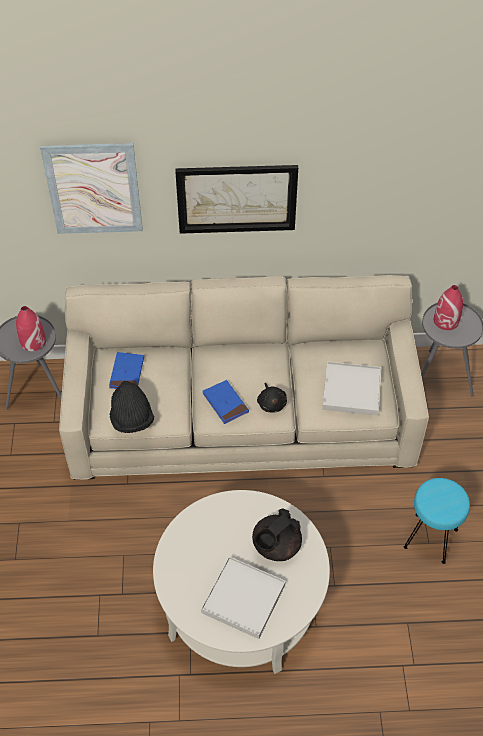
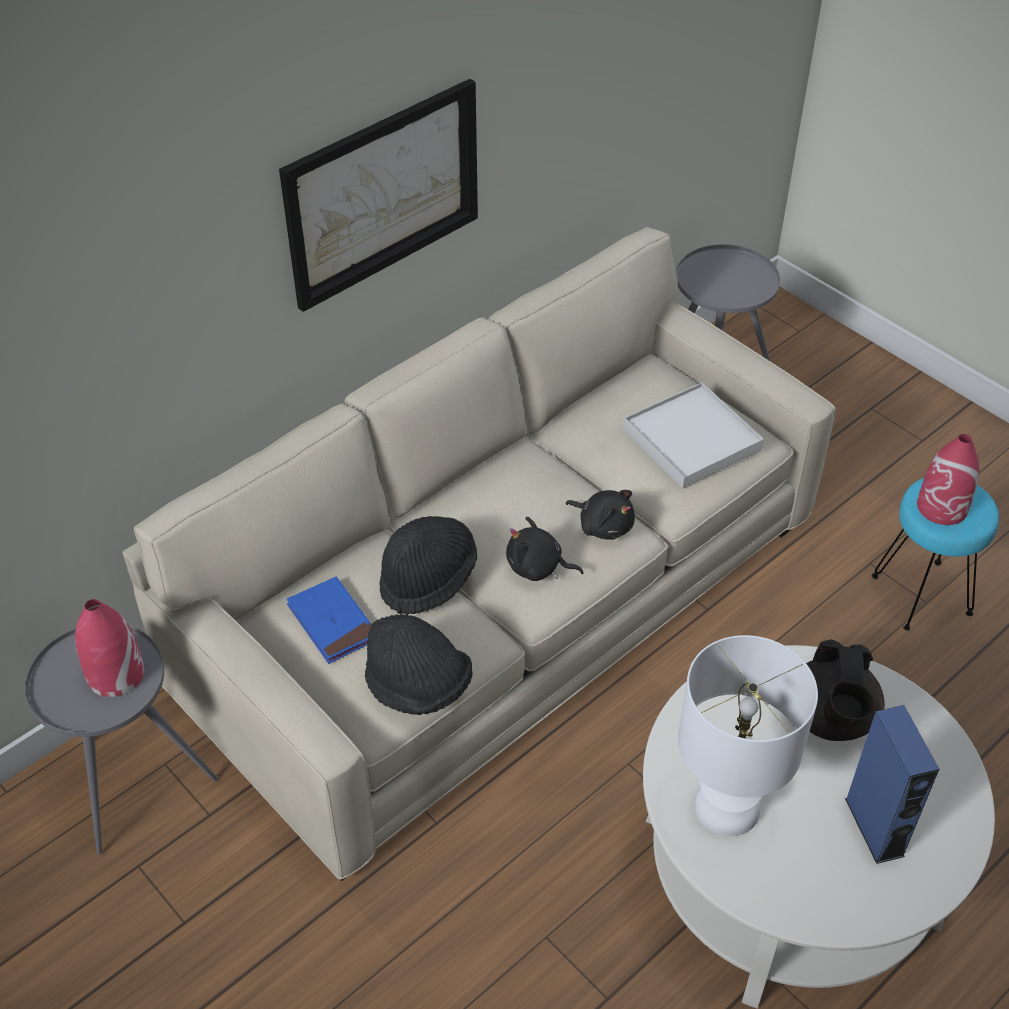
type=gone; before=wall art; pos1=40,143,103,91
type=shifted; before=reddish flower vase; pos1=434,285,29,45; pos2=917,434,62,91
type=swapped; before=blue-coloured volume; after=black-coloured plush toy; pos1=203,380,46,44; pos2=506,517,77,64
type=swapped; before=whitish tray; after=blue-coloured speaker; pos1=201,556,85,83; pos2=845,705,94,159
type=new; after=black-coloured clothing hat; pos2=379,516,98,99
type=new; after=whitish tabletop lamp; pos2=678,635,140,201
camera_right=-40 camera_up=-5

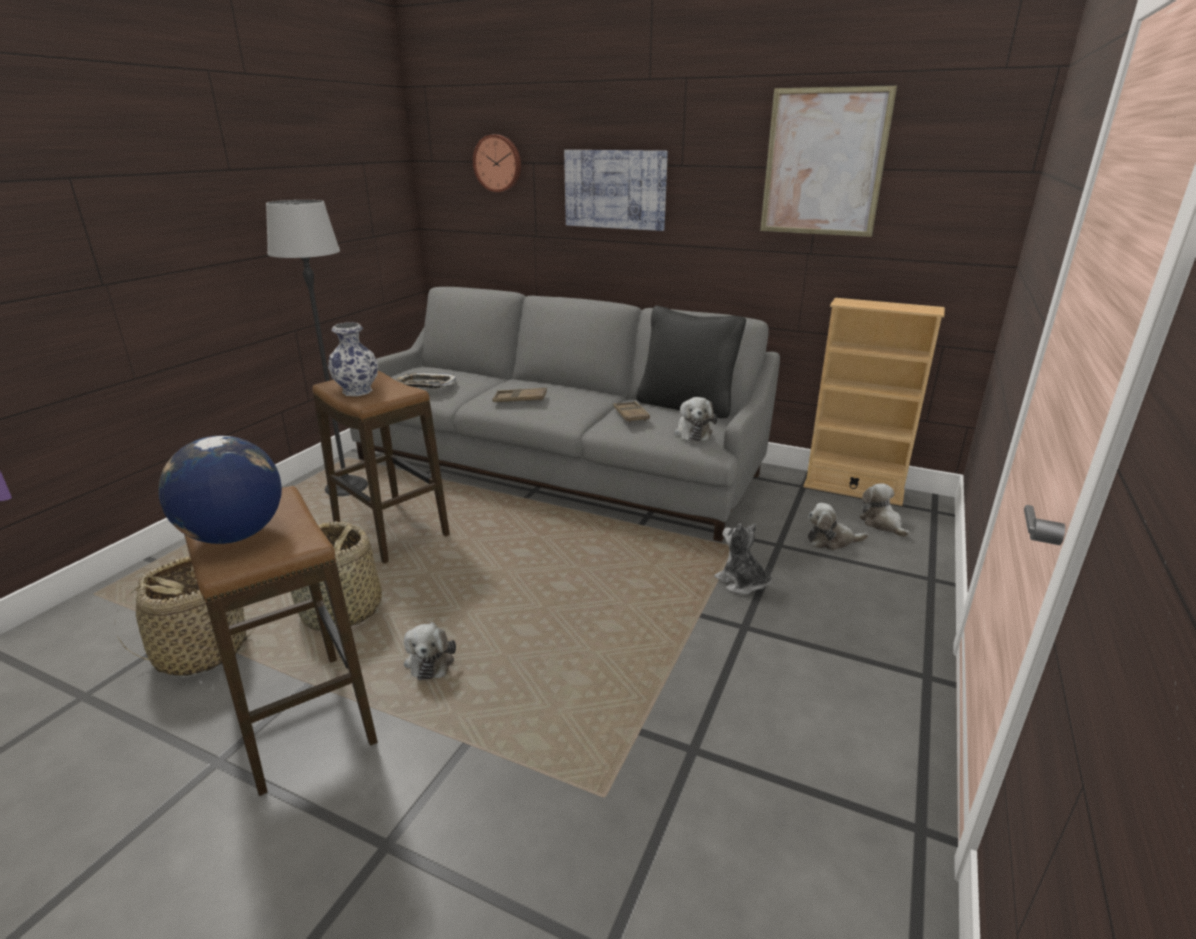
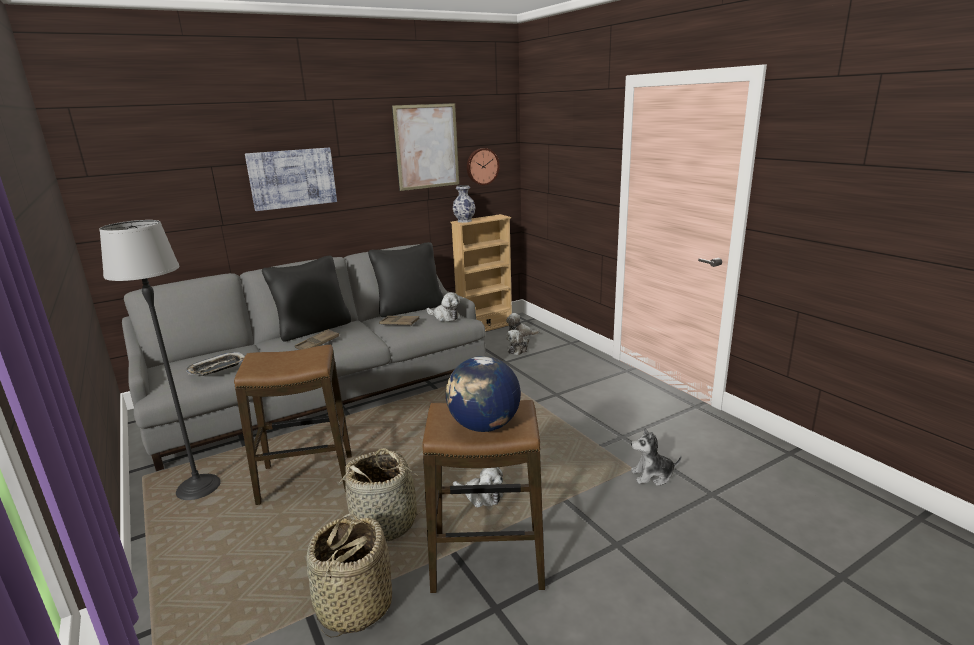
type=shifted; before=clock on the wall; pos1=473,134,48,58; pos2=467,148,32,37
type=shifted; before=flower vase; pos1=328,322,50,74; pos2=453,185,22,38
type=shifted; before=plush toy; pos1=714,523,58,72; pos2=631,428,50,58
type=new; after=black-coloured throw pillow; pos2=262,256,89,85
camera_right=-55 camera_up=-5

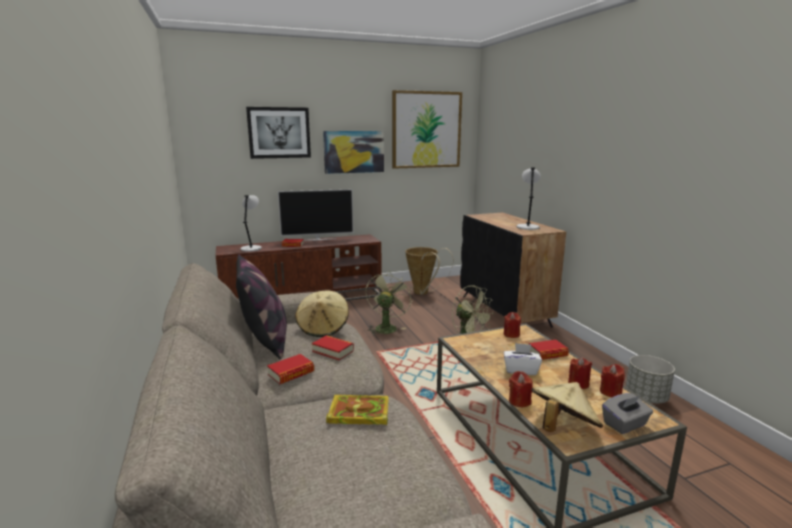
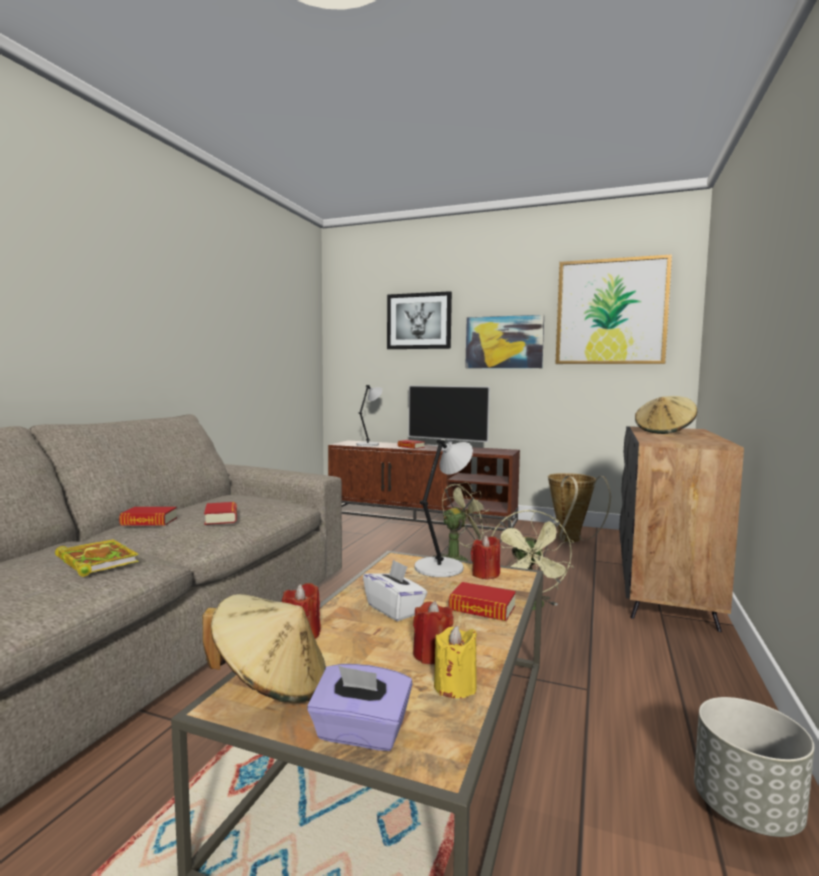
type=shifted; before=grey tabletop lamp; pos1=517,168,24,62; pos2=414,440,59,137
type=gone; before=throw pillow; pos1=236,254,51,105
type=shifted; before=sand-coloured clothing hat; pos1=295,290,54,47; pos2=635,396,62,38
type=repainted; before=reddish wax candle; after=yellow wax candle; pos1=600,364,25,33; pos2=434,625,43,73
type=repainted; before=grey tissue box; after=purple tissue box; pos1=602,393,51,41; pos2=307,664,106,87
camera_right=40 camera_up=-10

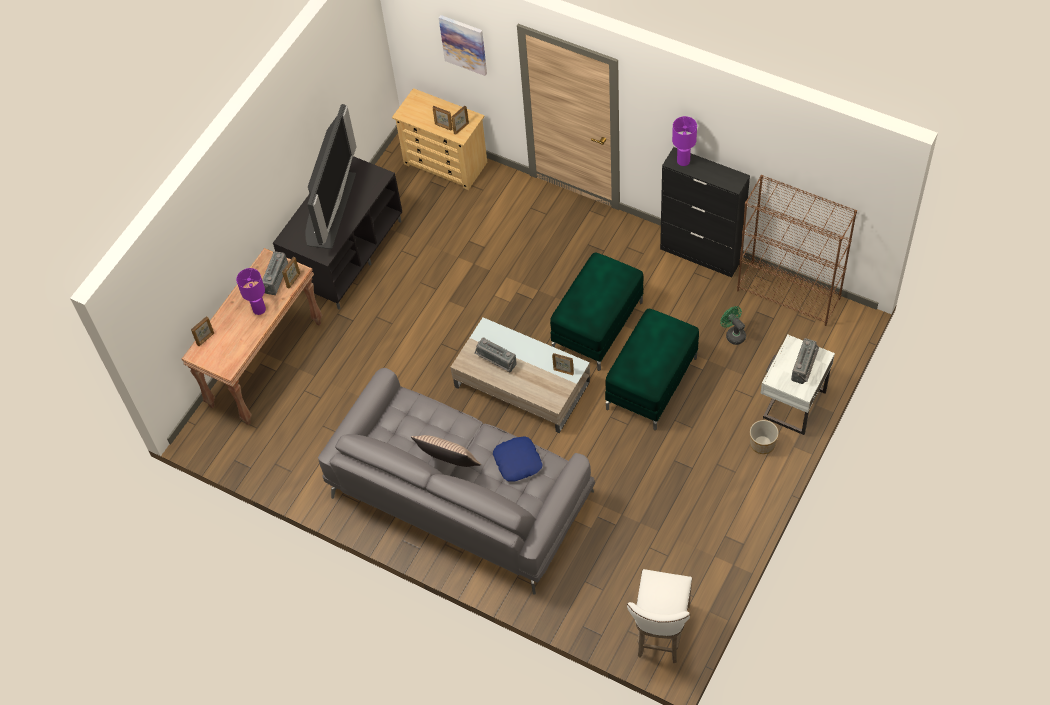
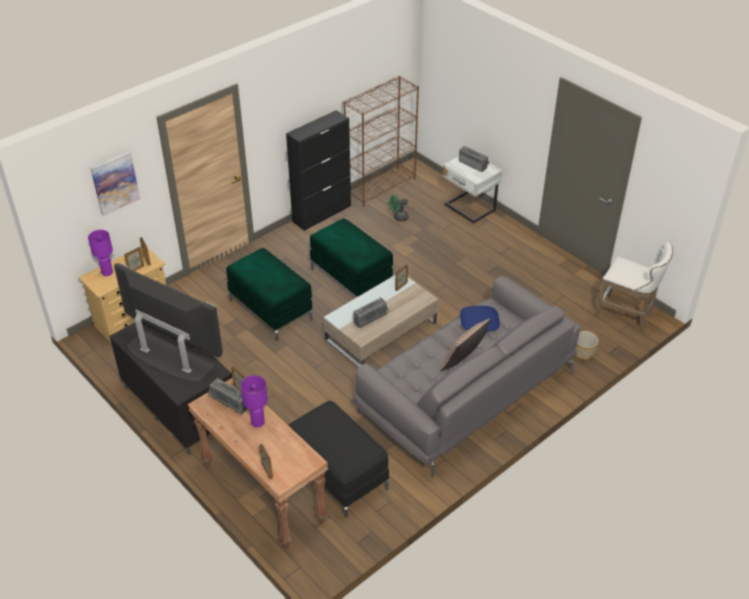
type=shifted; before=purple tabletop lamp; pos1=672,116,25,50; pos2=88,230,25,46
type=shifted; before=greenish pouffe; pos1=605,309,94,121; pos2=226,248,87,93
type=shifted; before=flower pot; pos1=750,420,29,34; pos2=576,331,23,29
type=new; after=black-coloured pouffe; pos2=288,401,101,116
camera_right=-75 camera_up=-15

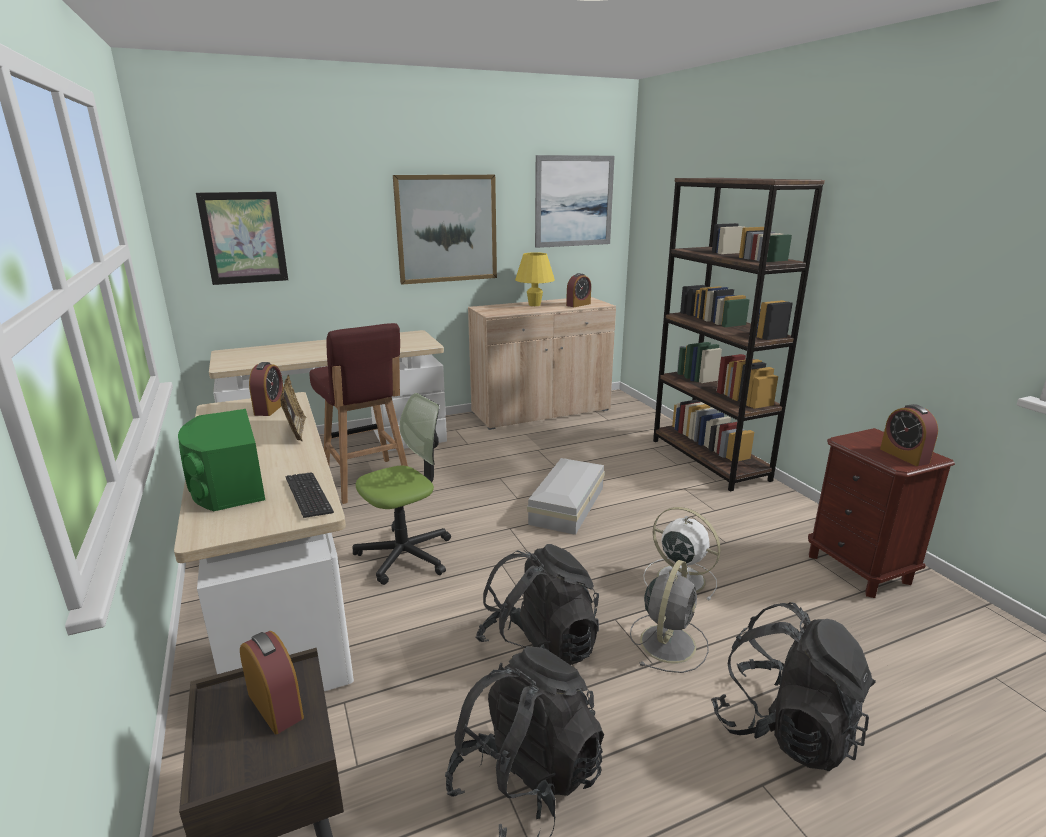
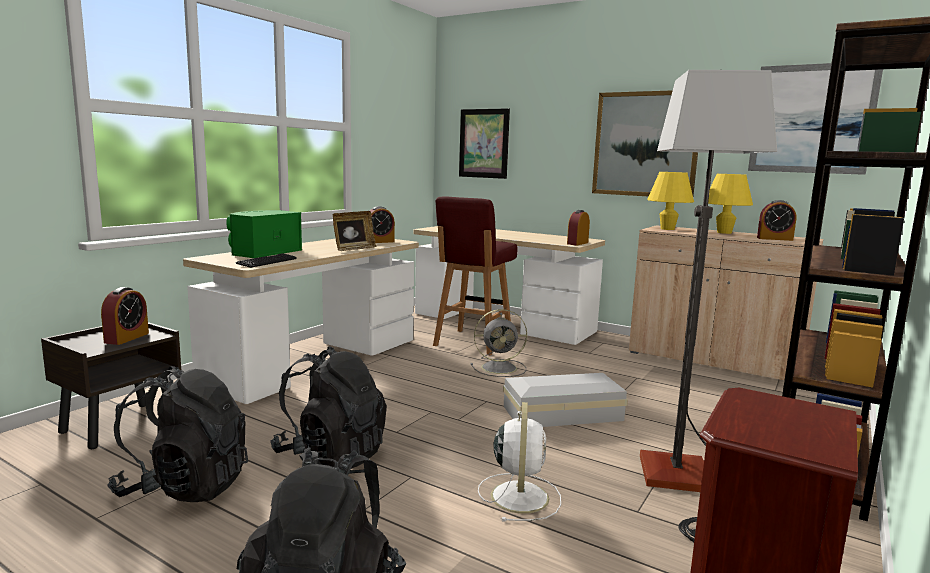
type=gone; before=computer chair; pos1=353,393,98,192
type=shifted; before=bedside clock; pos1=880,404,58,62; pos2=567,210,23,35
type=shifted; before=grey fan; pos1=630,560,79,113; pos2=471,309,56,68
type=new; after=standing lamp; pos2=640,70,137,472
type=new; after=yellow tabletop lamp; pos2=647,172,47,58
camera_right=55 camera_up=-10

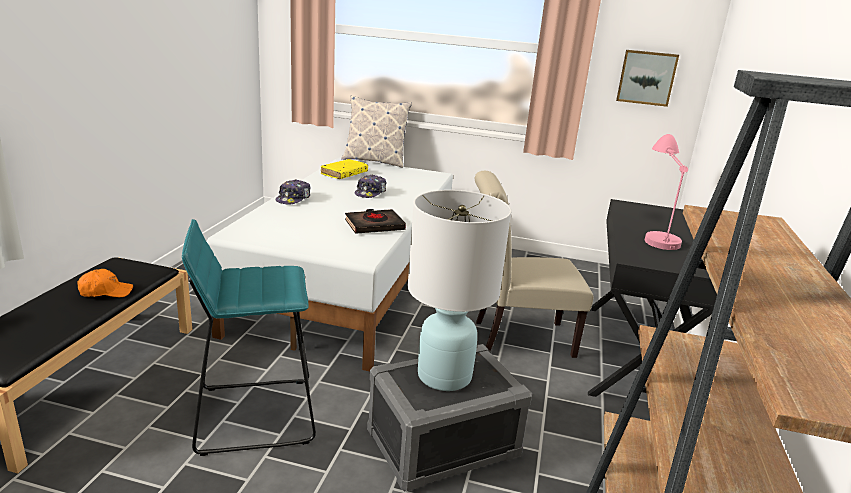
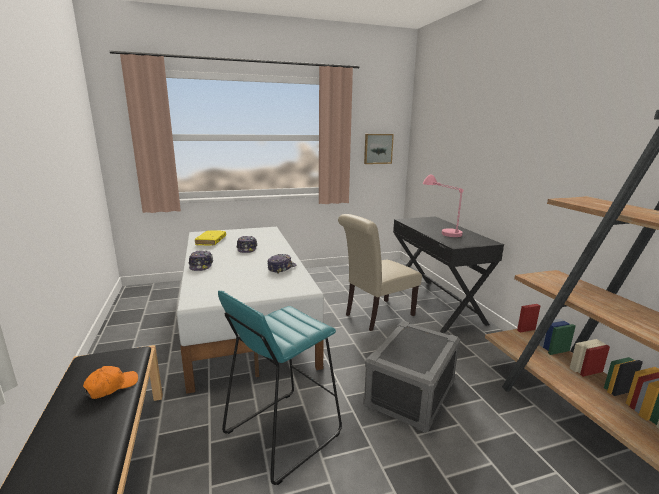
type=gone; before=throw pillow; pos1=341,96,71,72
type=gone; before=whitish tabletop lamp; pos1=408,190,104,201
type=swapped; before=black-coloured volume; after=peaked cap; pos1=345,209,61,25; pos2=268,254,28,19
camera_right=-30 camera_up=-5

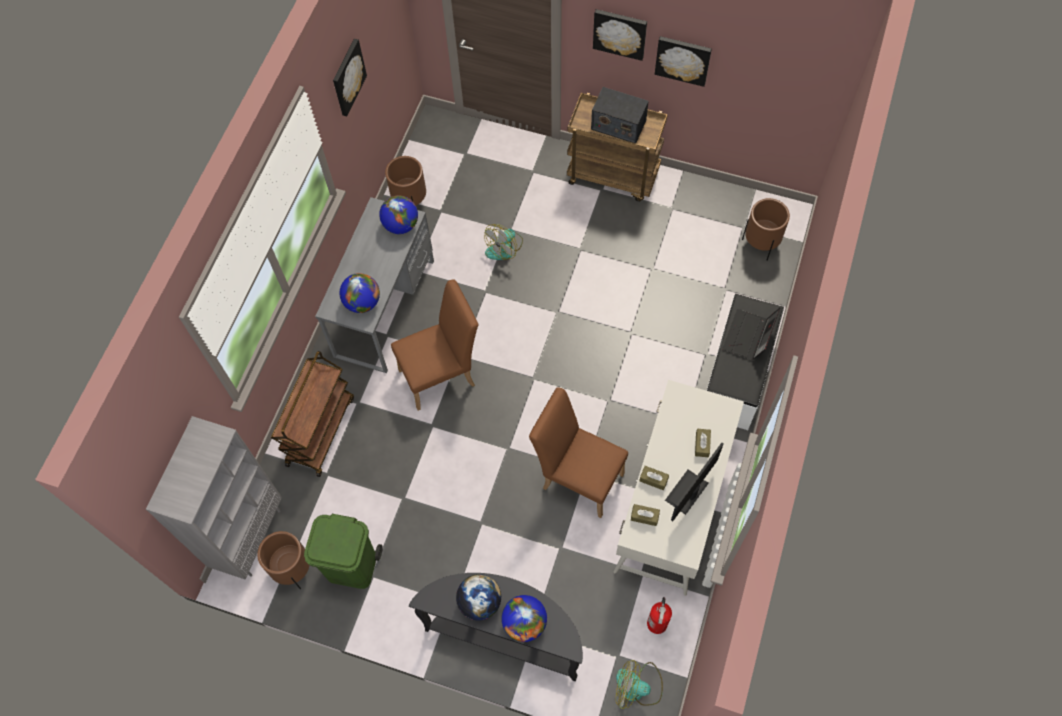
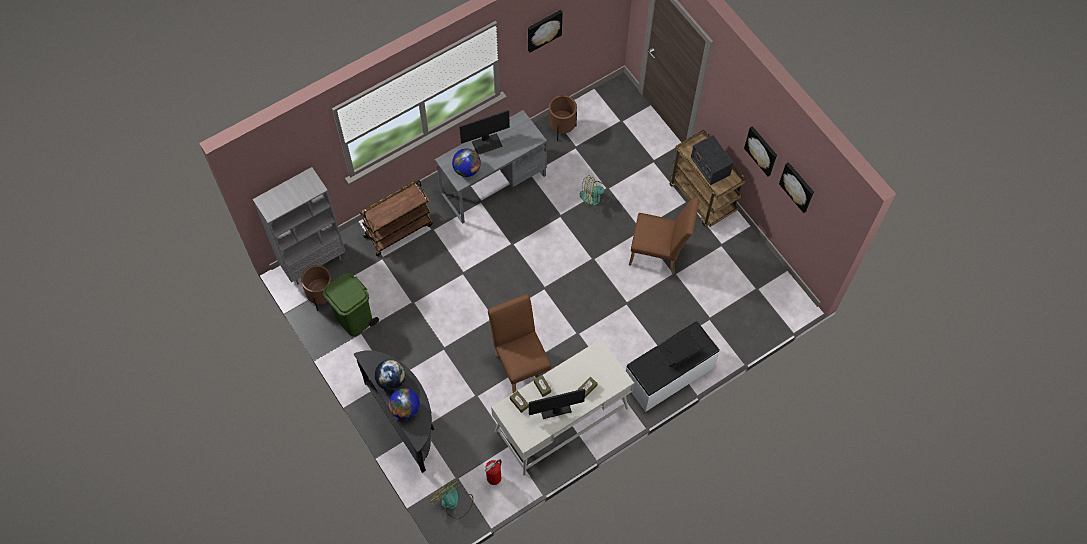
type=shifted; before=wall art; pos1=593,9,54,52; pos2=779,162,35,51
type=gone; before=desk globe; pos1=379,195,39,39
type=gone; before=brown-coloured flower pot; pos1=742,198,48,63
type=shifted; before=brown-coloured plain chair; pos1=391,279,88,131; pos2=629,197,71,77
type=new; after=monitor; pos2=459,110,51,45
camera_right=35 camera_up=0

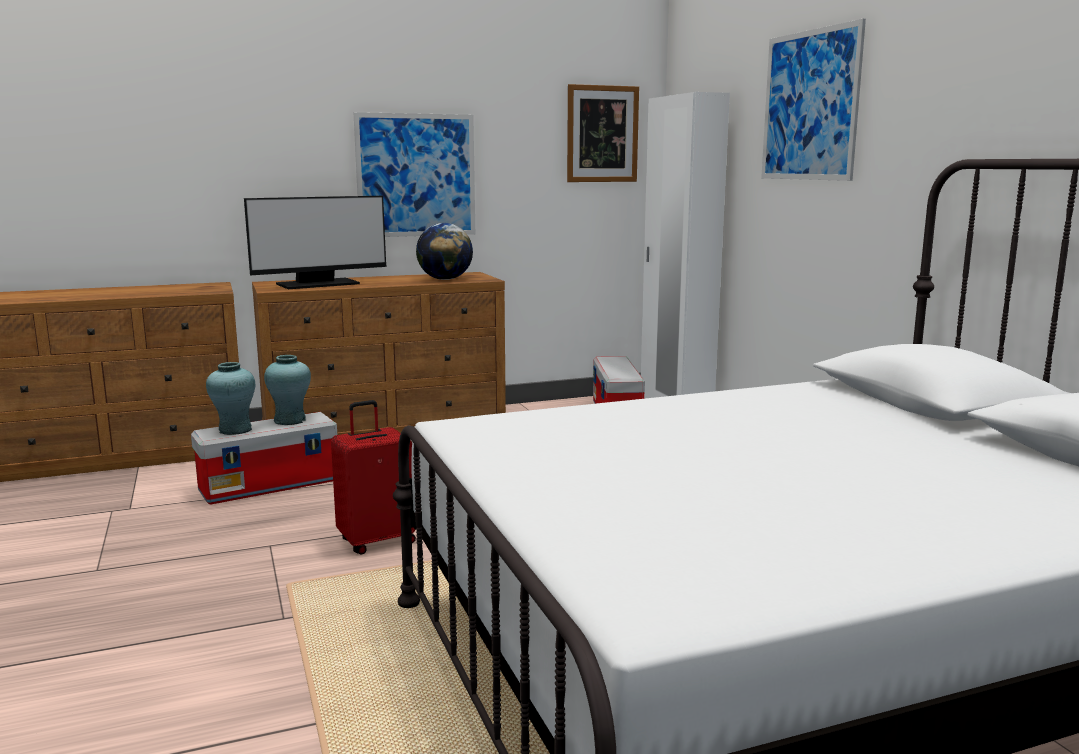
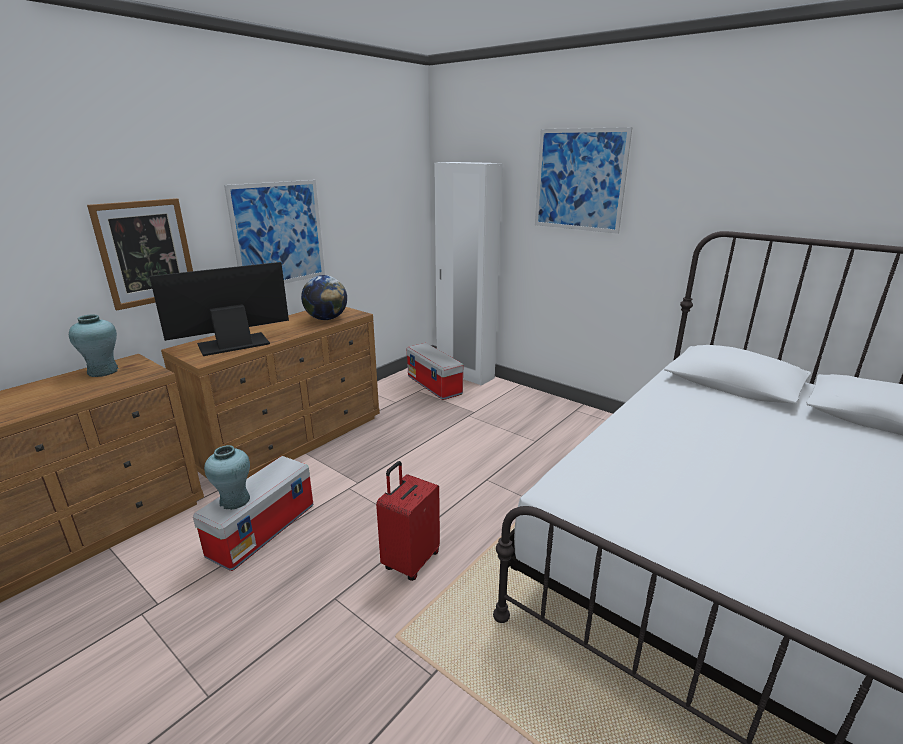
type=shifted; before=wall art; pos1=567,84,72,98; pos2=87,198,106,112
type=rotated; before=monitor; pos1=244,196,142,93; pos2=149,262,140,94; turn=-150
type=shifted; before=turquoise flower vase; pos1=264,355,47,70; pos2=69,315,49,62
camera_right=-30 camera_up=10

